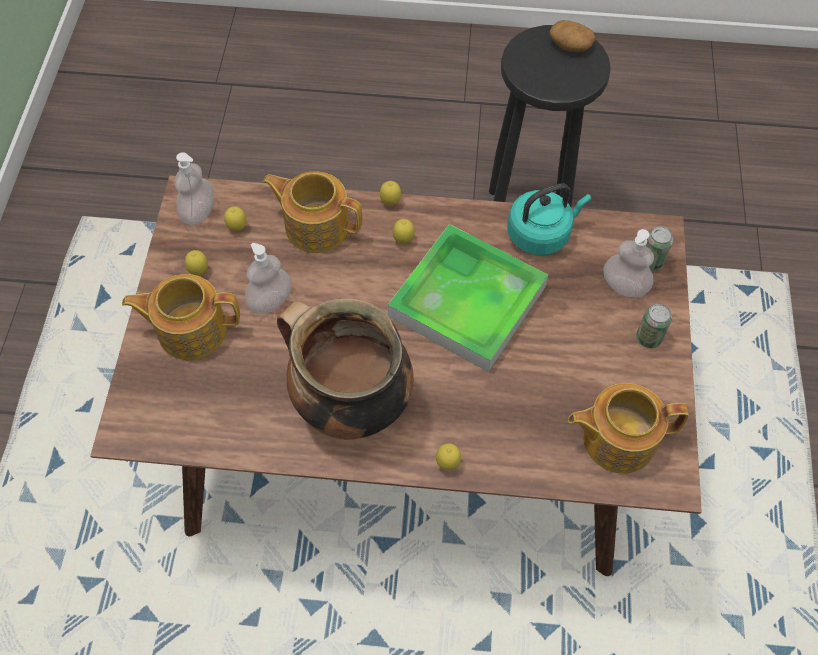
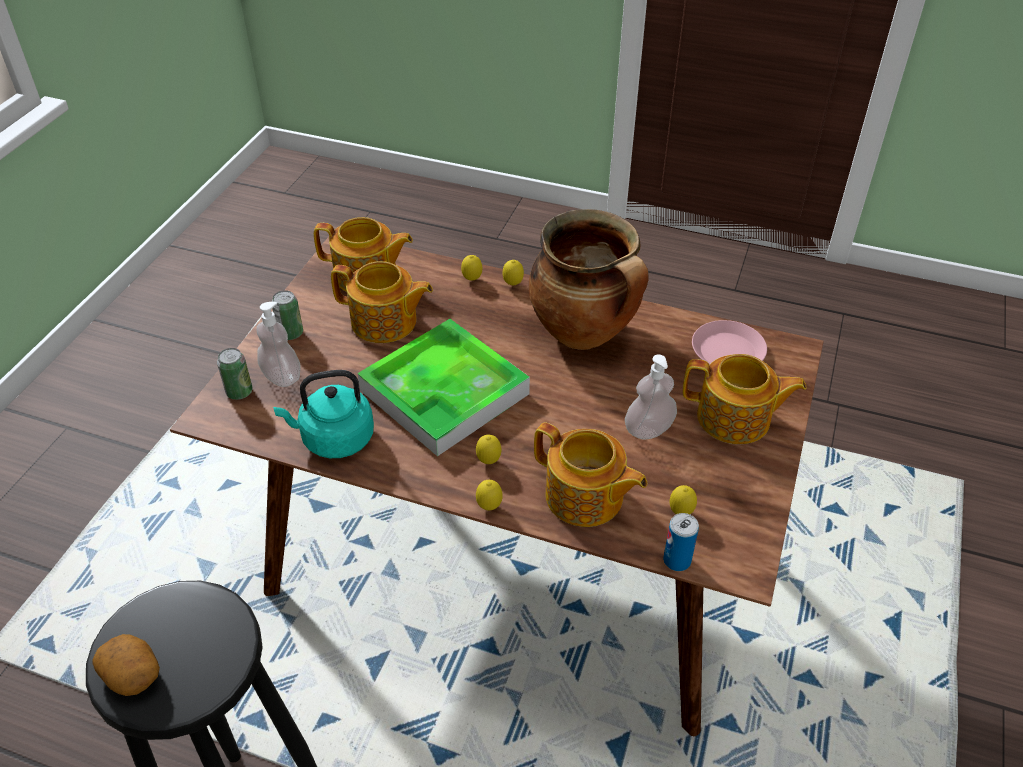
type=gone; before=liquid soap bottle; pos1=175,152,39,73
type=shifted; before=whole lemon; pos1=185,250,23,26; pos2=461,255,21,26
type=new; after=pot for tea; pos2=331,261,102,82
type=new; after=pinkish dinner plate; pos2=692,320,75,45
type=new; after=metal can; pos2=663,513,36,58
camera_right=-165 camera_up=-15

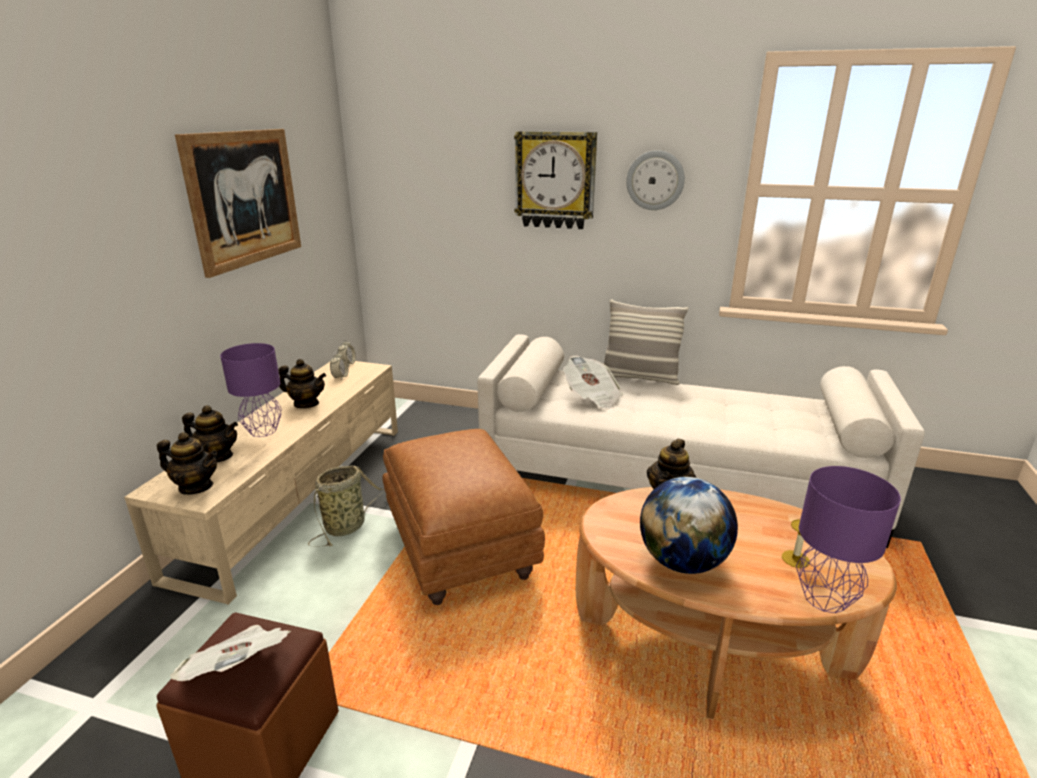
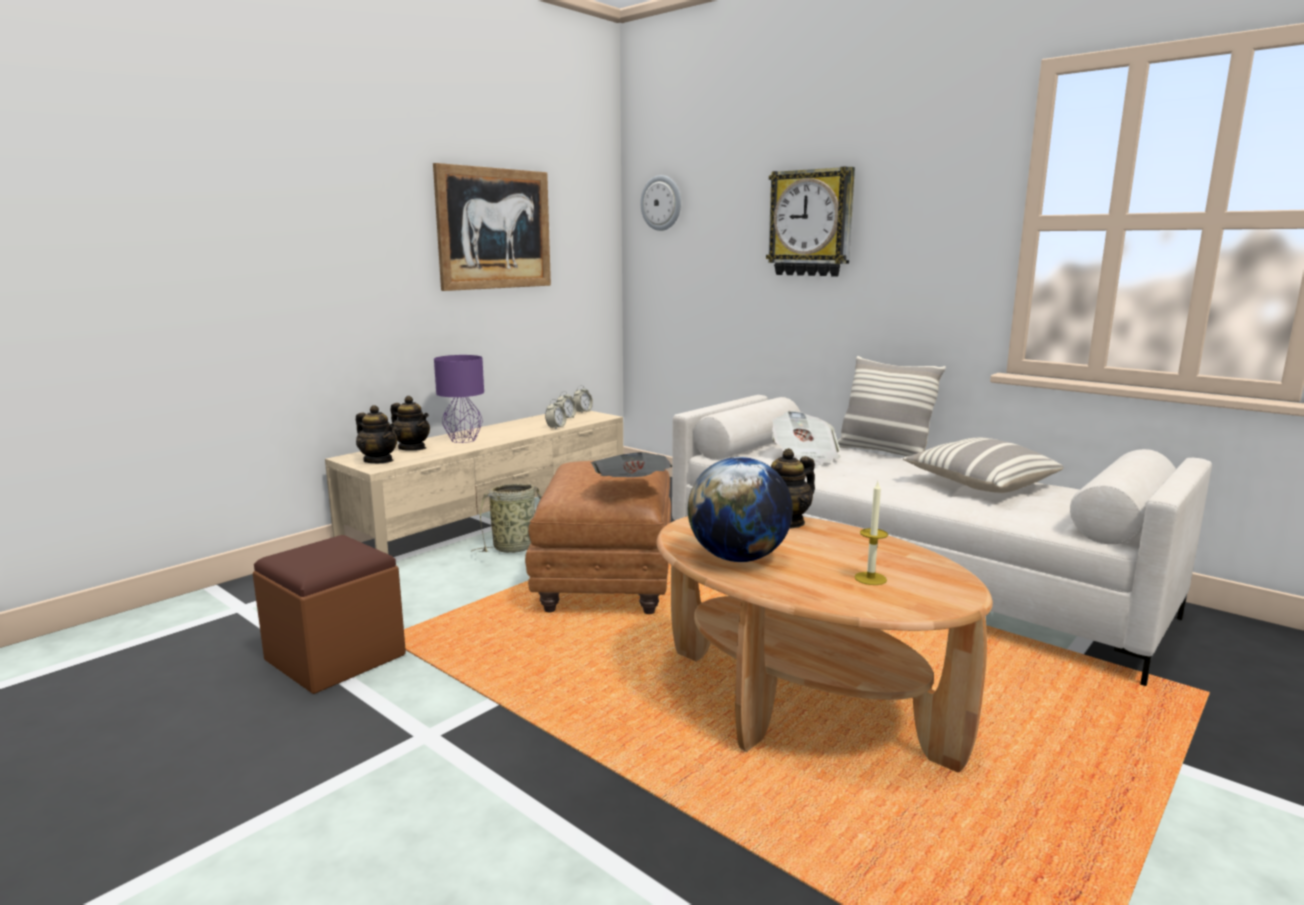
type=shifted; before=clock on the wall; pos1=626,150,59,60; pos2=640,175,41,56
type=gone; before=pot for tea; pos1=279,359,47,49
type=gone; before=purple tabletop lamp; pos1=796,466,105,147
type=shifted; before=daily paper; pos1=170,625,121,56; pos2=591,452,82,25
type=new; after=bedside clock; pos2=545,399,21,30
type=new; after=throw pillow; pos2=903,438,161,55
camera_right=25 camera_up=-10

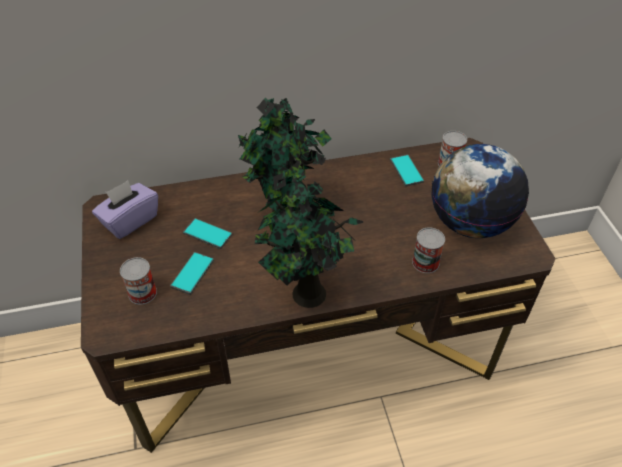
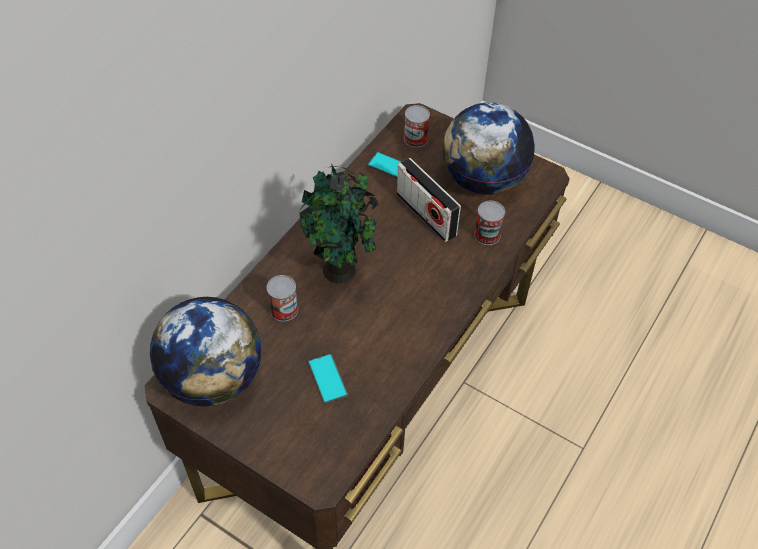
type=gone; before=houseplant; pos1=255,172,108,136
type=swapped; before=purple tissue box; after=desk globe; pos1=92,180,66,59; pos2=150,297,111,109
type=gone; before=handset; pos1=183,218,49,31
type=shifted; before=metal can; pos1=120,257,37,48; pos2=267,275,31,47
type=new; after=radio; pos2=397,158,64,84
camera_right=-45 camera_up=5

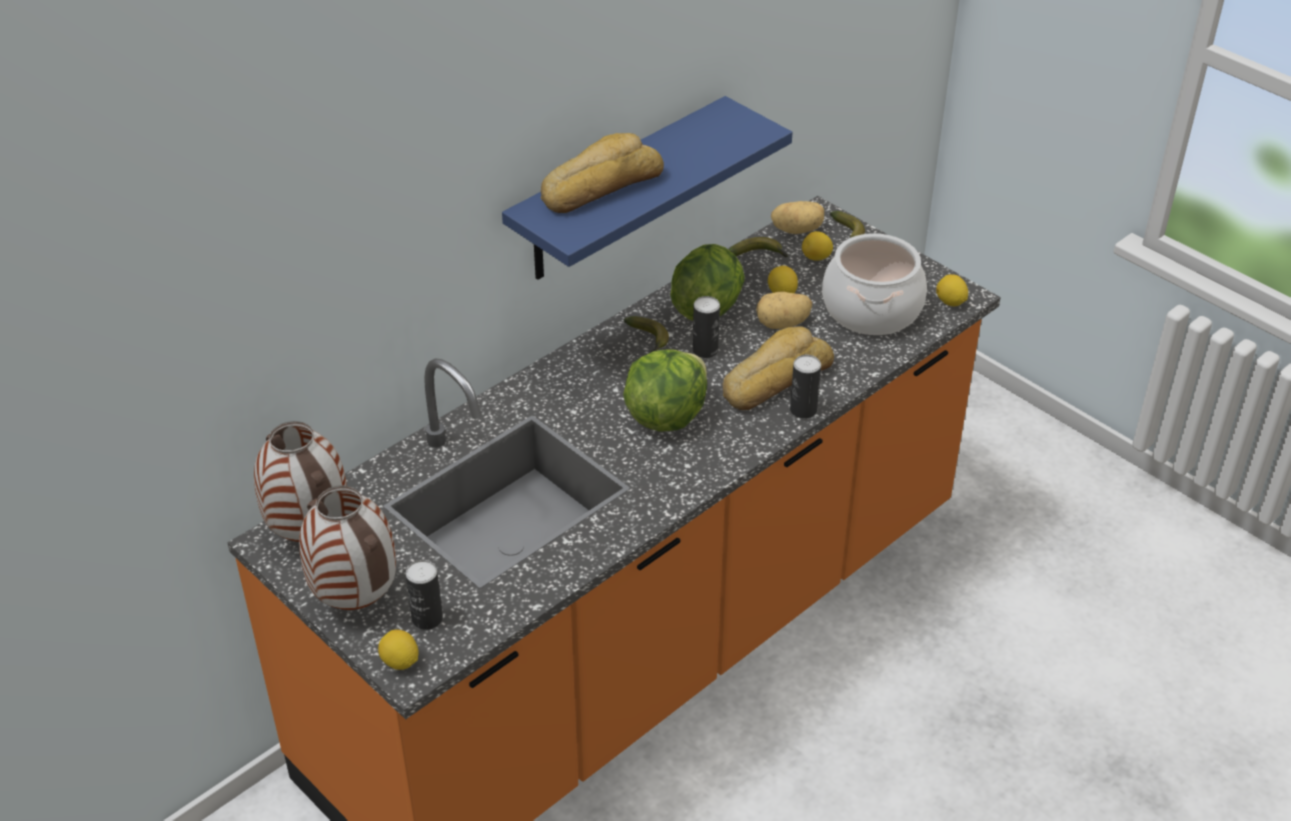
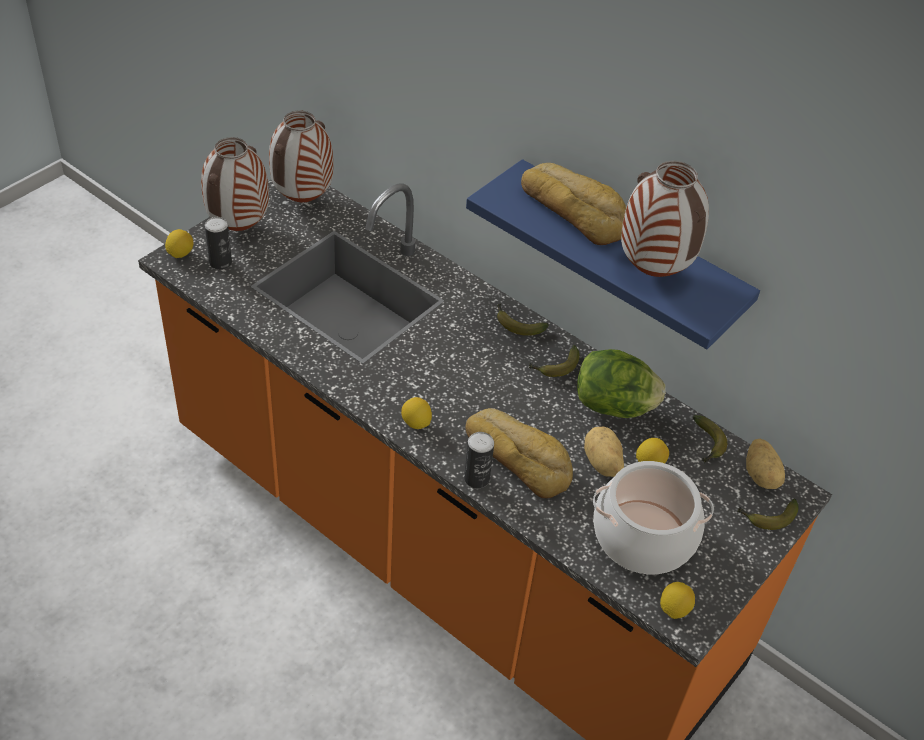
type=shifted; before=whole lemon; pos1=802,231,31,29; pos2=401,397,31,32
type=gone; before=metal can; pos1=692,296,28,62
type=gone; before=lettuce head; pos1=623,349,84,83
type=new; after=flower vase; pos2=621,161,88,116
type=new; after=banana fruit; pos2=497,303,52,33
camera_right=80 camera_up=5

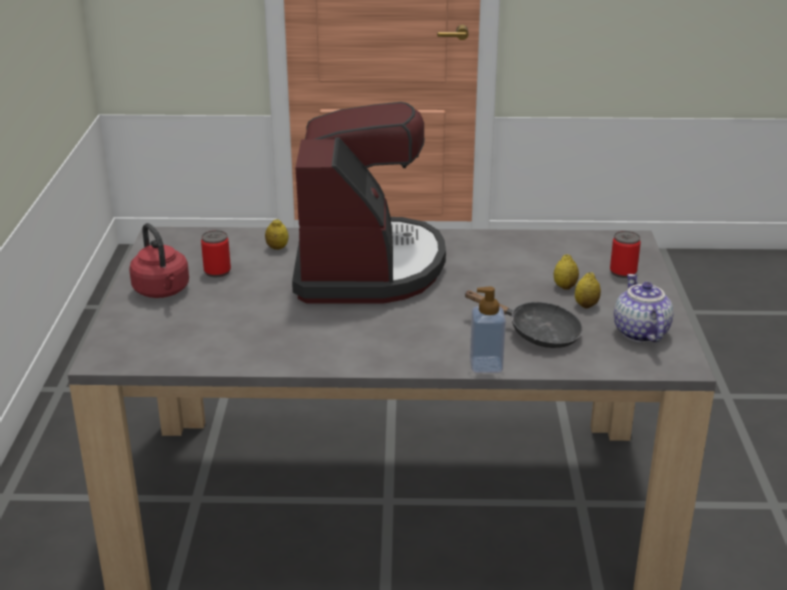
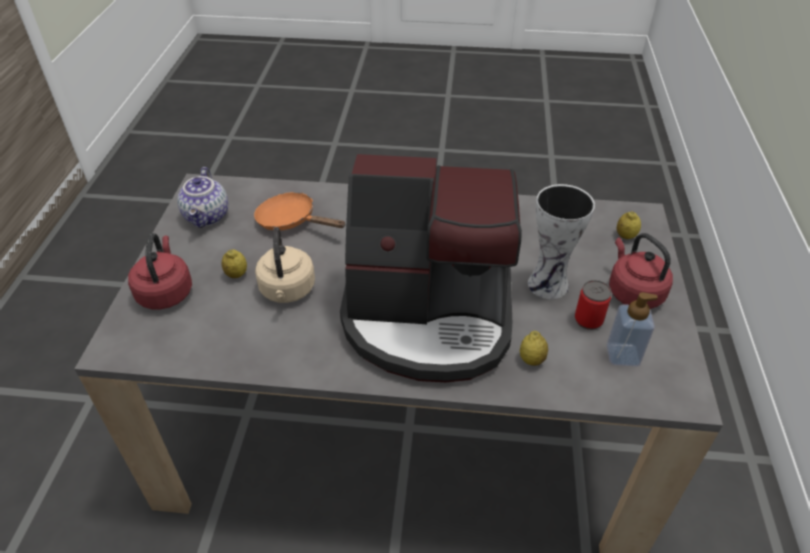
type=rotated; before=coffee brewer; pos1=292,102,154,202; pos2=340,154,182,228; turn=-90
type=swapped; before=metal can; after=reddish kettle; pos1=610,231,31,47; pos2=128,233,64,76
type=shifted; before=whole lemon; pos1=575,272,26,37; pos2=617,211,24,28
type=shifted; before=liquid soap bottle; pos1=470,286,36,87; pos2=607,292,51,74
type=repainted; before=black-coloured frying pan; after=orangey frying pan; pos1=464,290,119,58; pos2=254,192,92,38
type=new; after=flower vase; pos2=528,184,67,115
type=new; after=sand-coloured kettle; pos2=255,227,60,76
camera_right=-175 camera_up=15

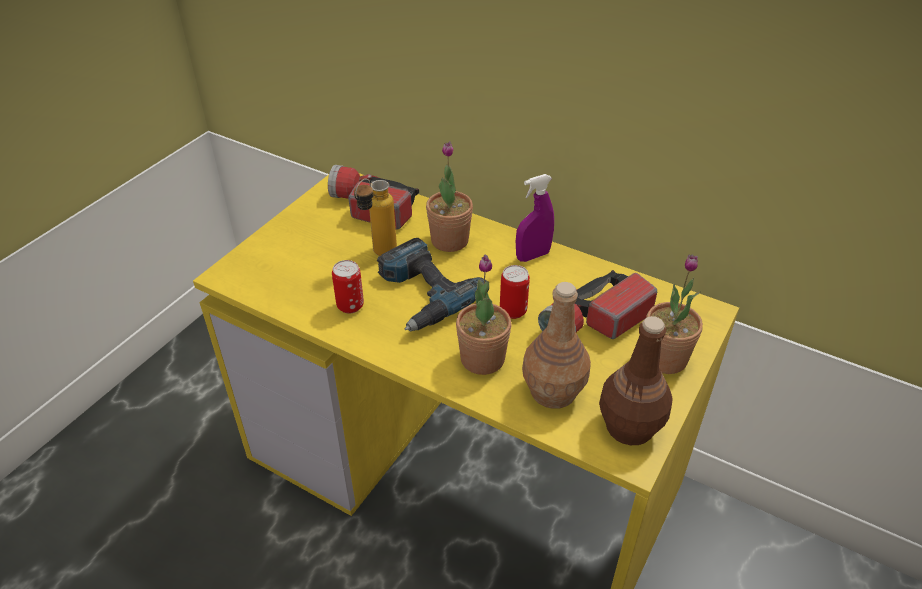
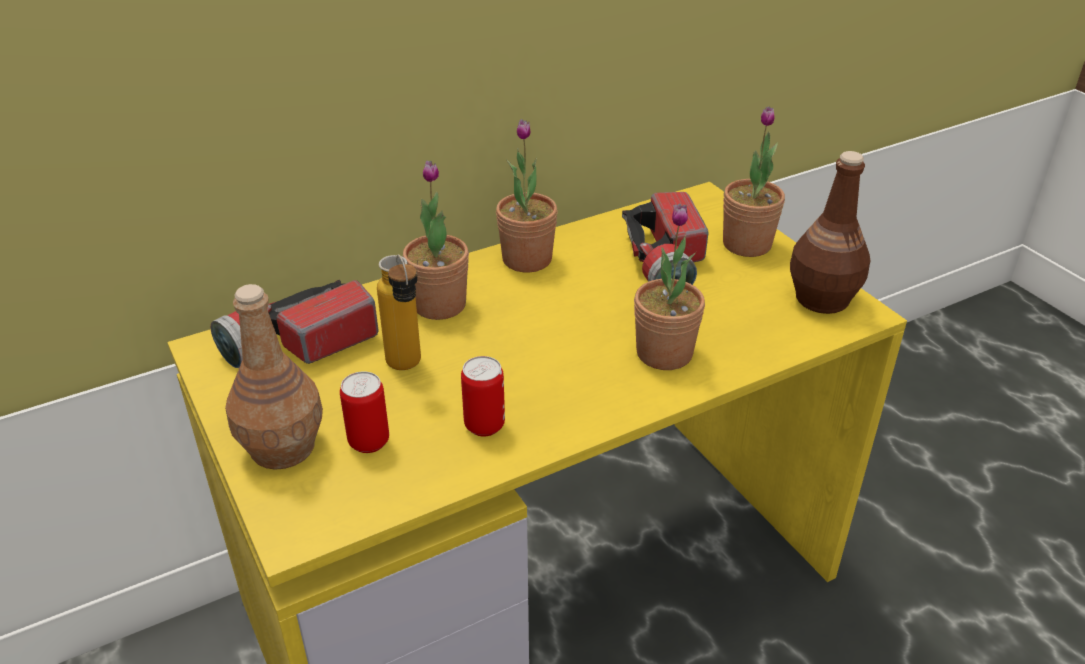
type=swapped; before=purple sprayer; after=houseplant; pos1=516,174,38,88; pos2=496,119,62,153
type=gone; before=drill; pos1=377,238,112,93
type=shifted; before=metal can; pos1=500,265,30,54; pos2=340,371,49,82
type=shifted; before=brown-coloured bottle; pos1=522,282,69,127; pos2=225,284,98,186
camera_right=-60 camera_up=-5

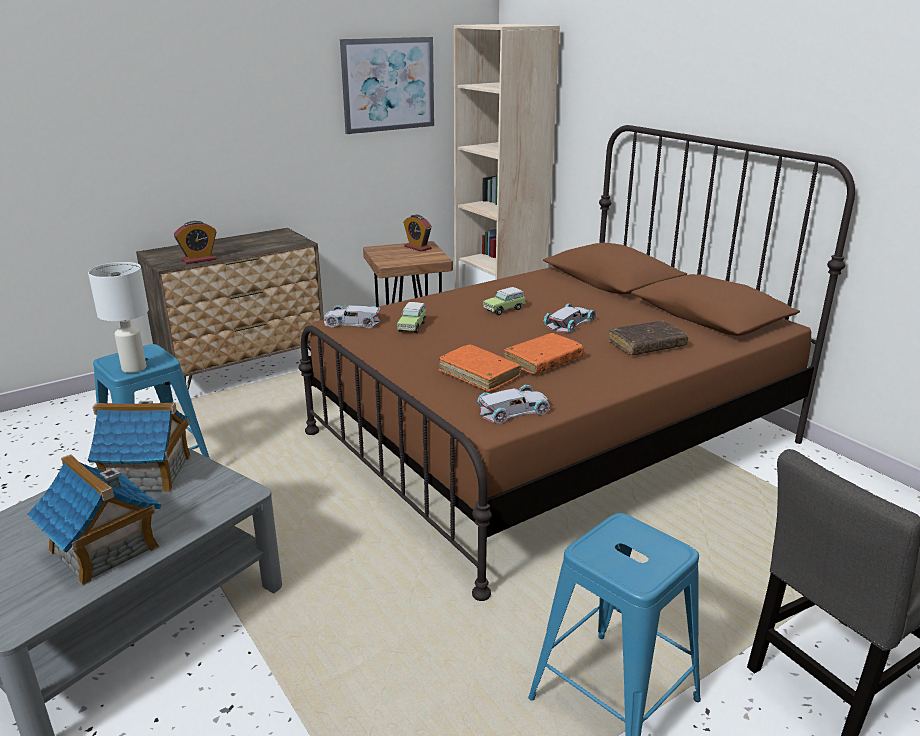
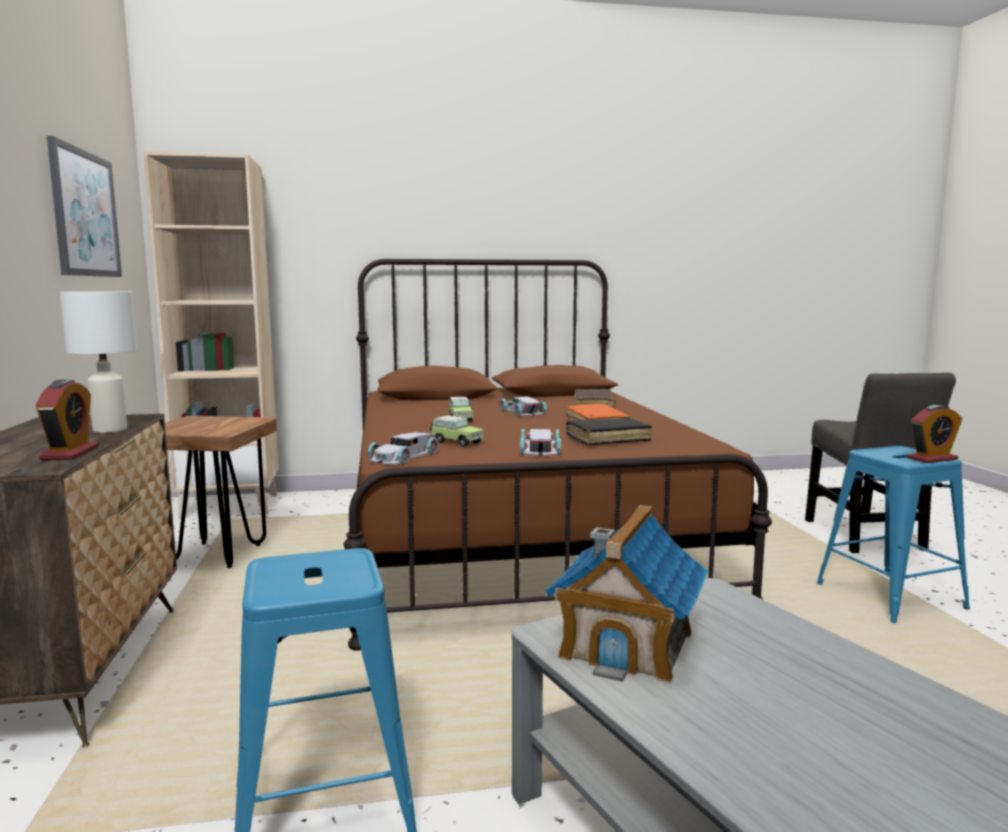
type=shifted; before=bedside clock; pos1=403,215,29,37; pos2=908,405,54,58
type=shifted; before=whitish tabletop lamp; pos1=88,262,61,111; pos2=60,291,77,142
type=repainted; before=orangey volume; after=black-coloured volume; pos1=439,344,82,48; pos2=566,418,86,28
type=shifted; before=whitish model car; pos1=477,385,73,39; pos2=521,429,40,28
type=gone; before=toy house; pos1=27,454,135,132
camera_right=-65 camera_up=-15

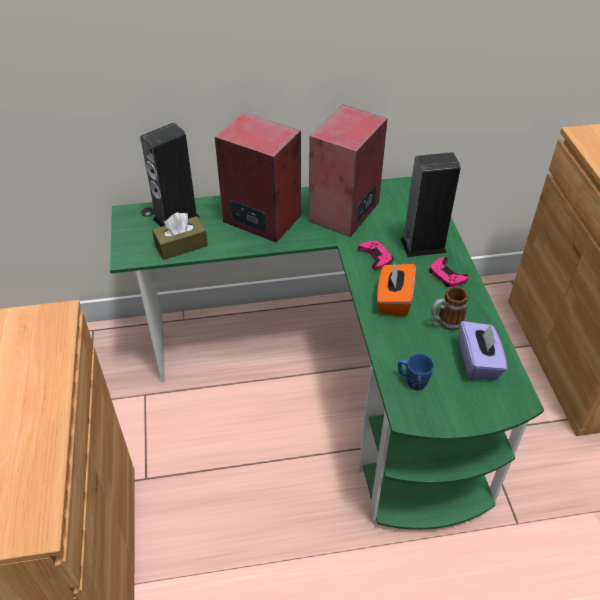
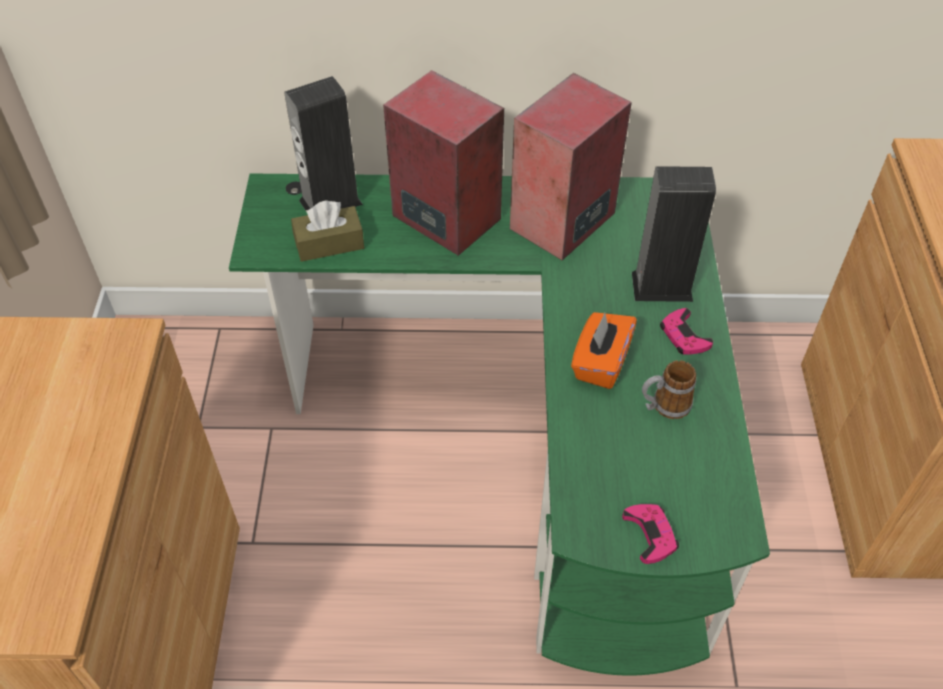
type=shifted; before=pinkish game controller; pos1=358,241,35,29; pos2=622,504,57,60
type=gone; before=purple tissue box; pos1=459,321,48,59
type=gone; before=blue-coloured coffee mug; pos1=398,353,36,37
camera_right=10 camera_up=5

